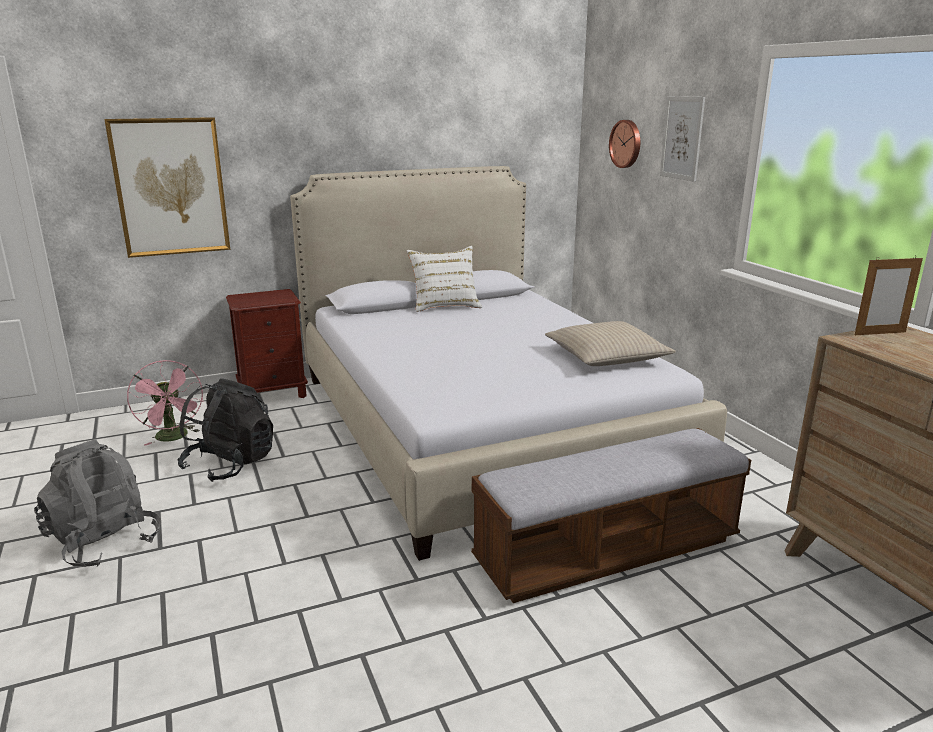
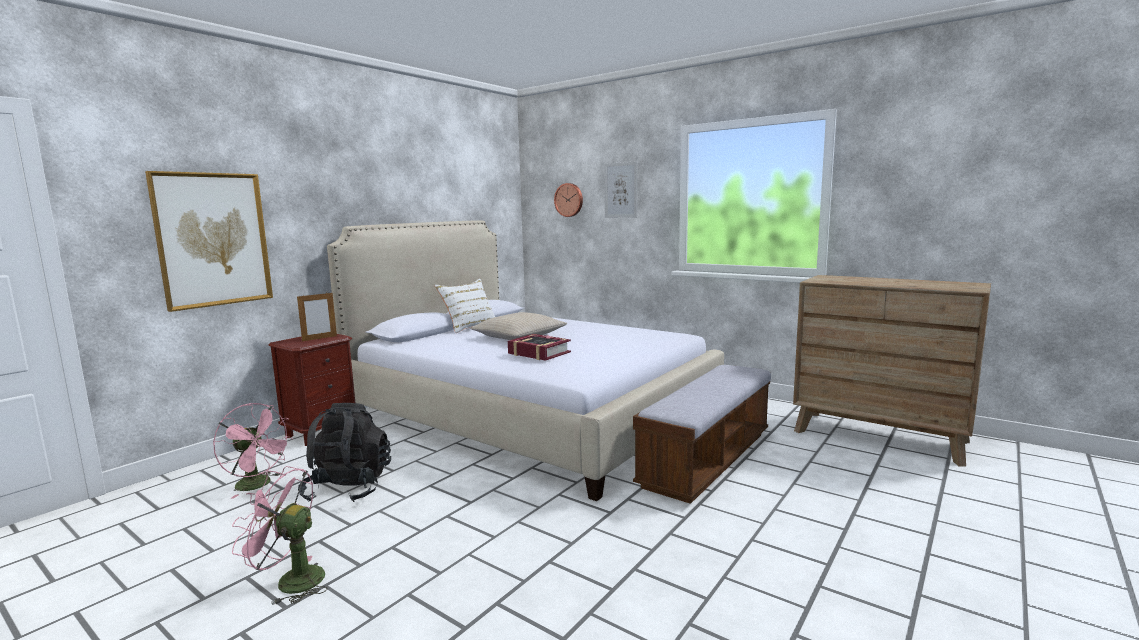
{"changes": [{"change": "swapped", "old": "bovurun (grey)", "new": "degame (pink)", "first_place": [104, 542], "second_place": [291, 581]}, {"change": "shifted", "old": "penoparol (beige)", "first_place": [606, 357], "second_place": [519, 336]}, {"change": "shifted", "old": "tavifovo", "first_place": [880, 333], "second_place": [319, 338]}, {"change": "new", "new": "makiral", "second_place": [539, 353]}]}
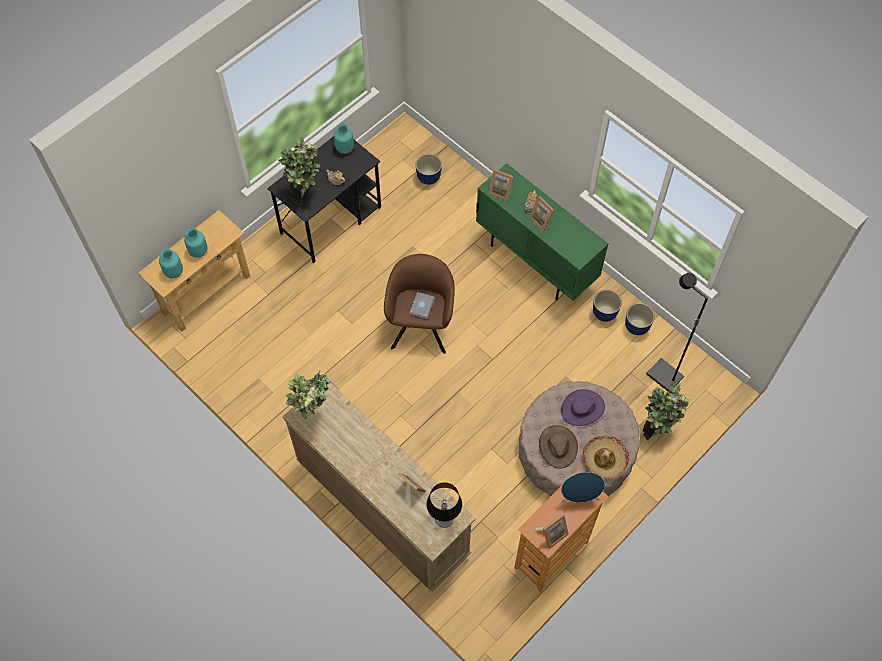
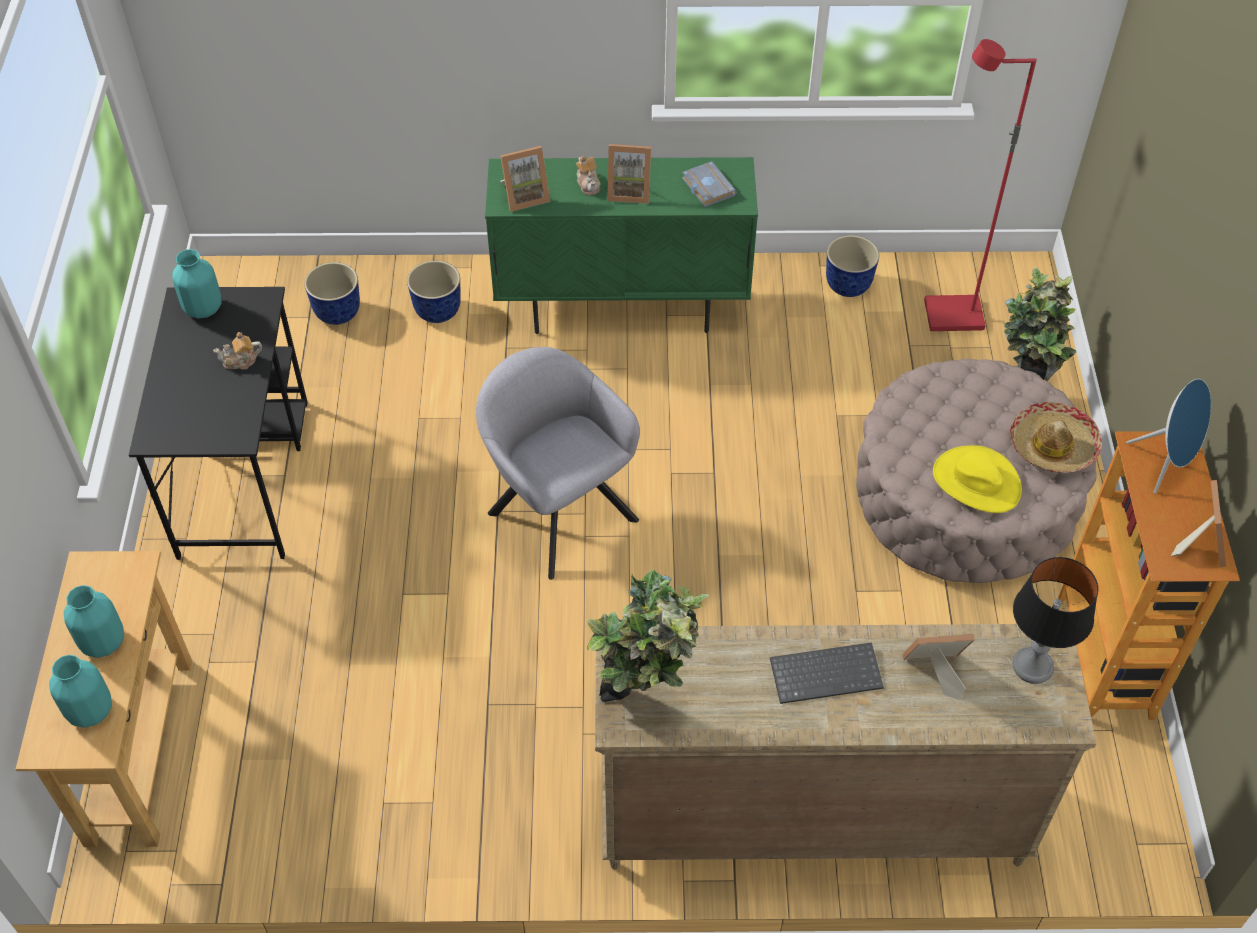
{"changes": [{"change": "gone", "old": "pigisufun", "first_place": [305, 193]}, {"change": "repainted", "old": "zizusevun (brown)", "new": "zizusevun (grey)", "first_place": [421, 325], "second_place": [558, 510]}, {"change": "shifted", "old": "makiral (grey)", "first_place": [421, 306], "second_place": [706, 187]}, {"change": "repainted", "old": "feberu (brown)", "new": "feberu (yellow)", "first_place": [557, 446], "second_place": [976, 482]}, {"change": "gone", "old": "feberu (purple)", "first_place": [582, 408]}, {"change": "shifted", "old": "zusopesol", "first_place": [605, 313], "second_place": [438, 311]}, {"change": "repainted", "old": "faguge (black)", "new": "faguge (red)", "first_place": [663, 376], "second_place": [953, 317]}, {"change": "new", "new": "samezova", "second_place": [826, 672]}]}
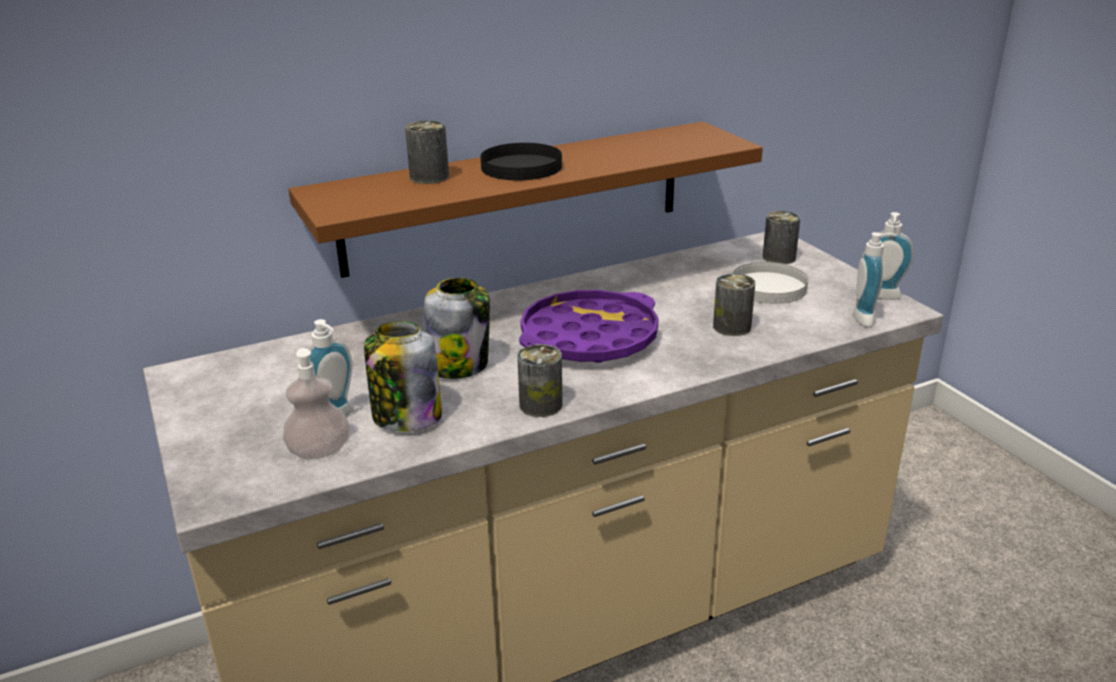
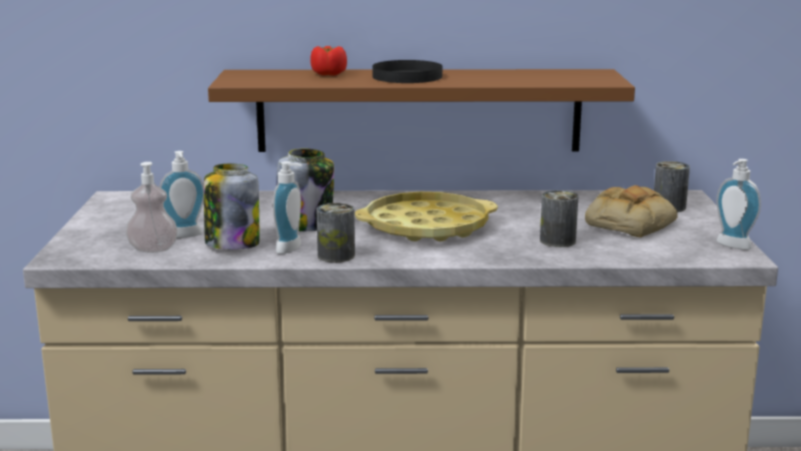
{"changes": [{"change": "swapped", "old": "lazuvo", "new": "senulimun", "first_place": [429, 177], "second_place": [328, 74]}, {"change": "repainted", "old": "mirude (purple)", "new": "mirude (yellow)", "first_place": [589, 338], "second_place": [426, 227]}, {"change": "swapped", "old": "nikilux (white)", "new": "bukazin", "first_place": [768, 287], "second_place": [629, 223]}, {"change": "shifted", "old": "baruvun", "first_place": [868, 318], "second_place": [292, 249]}]}
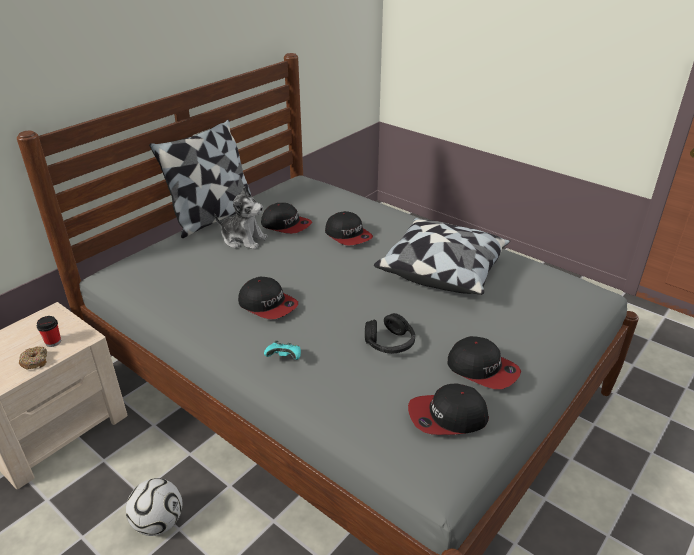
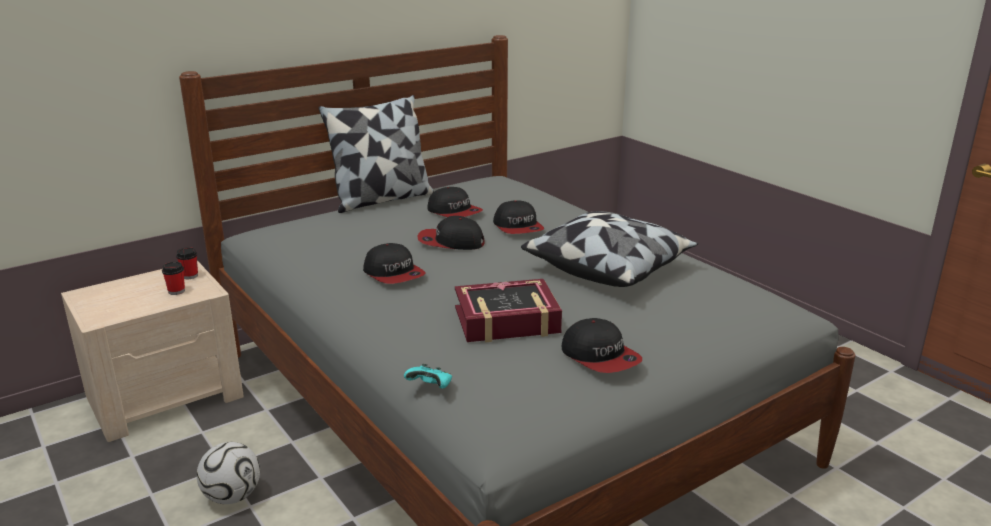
{"changes": [{"change": "gone", "old": "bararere", "first_place": [35, 361]}, {"change": "gone", "old": "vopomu", "first_place": [243, 239]}, {"change": "shifted", "old": "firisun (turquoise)", "first_place": [284, 358], "second_place": [431, 387]}, {"change": "swapped", "old": "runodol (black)", "new": "makiral", "first_place": [389, 343], "second_place": [507, 321]}, {"change": "shifted", "old": "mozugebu", "first_place": [447, 416], "second_place": [450, 242]}, {"change": "new", "new": "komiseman", "second_place": [190, 276]}]}
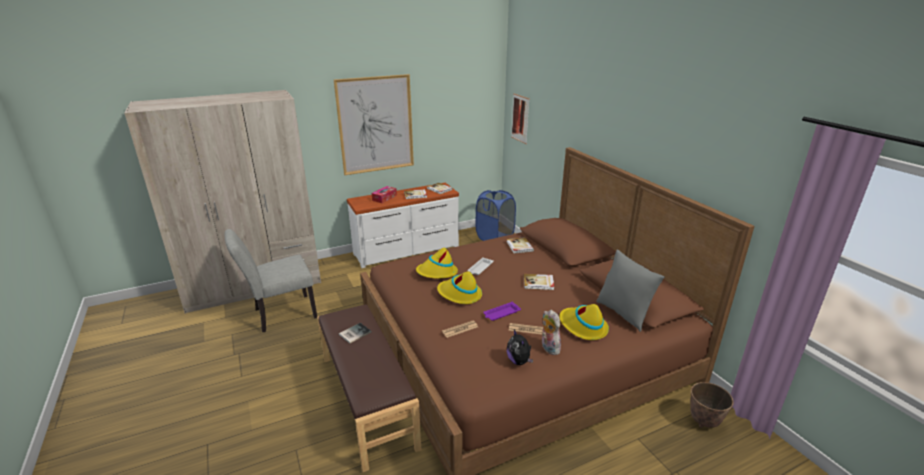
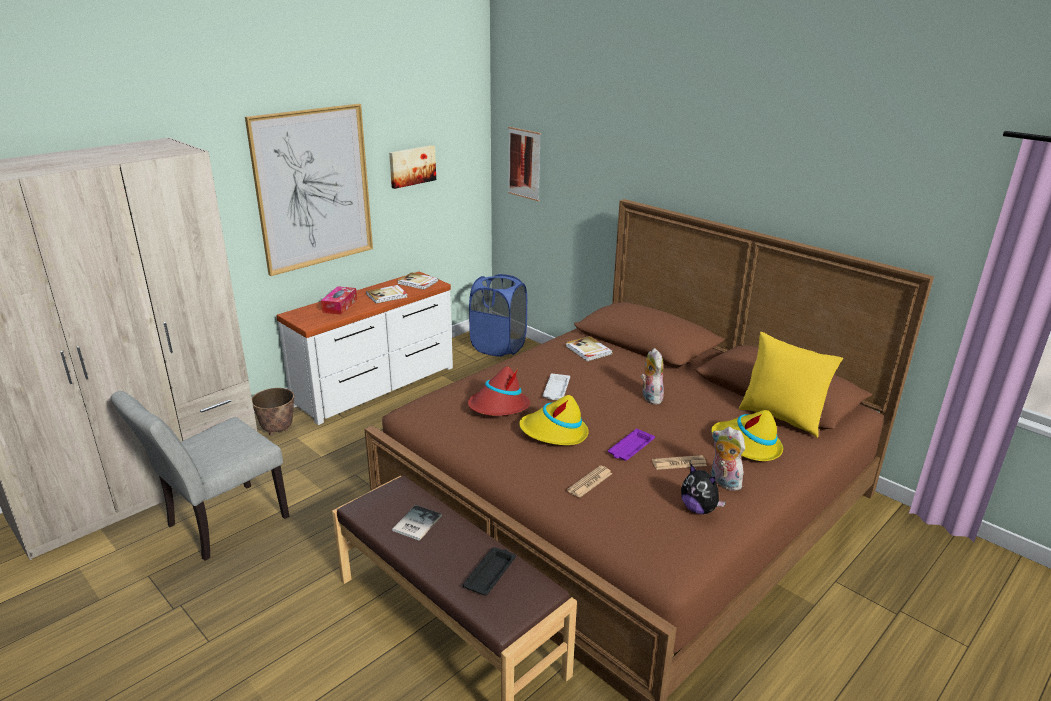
{"changes": [{"change": "repainted", "old": "feberu (yellow)", "new": "feberu (red)", "first_place": [437, 273], "second_place": [498, 407]}, {"change": "swapped", "old": "makiral", "new": "vopomu", "first_place": [538, 283], "second_place": [650, 397]}, {"change": "repainted", "old": "penoparol (grey)", "new": "penoparol (yellow)", "first_place": [623, 313], "second_place": [781, 418]}, {"change": "shifted", "old": "zusopesol", "first_place": [704, 421], "second_place": [277, 430]}, {"change": "new", "new": "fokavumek", "second_place": [412, 166]}, {"change": "new", "new": "mirude (black)", "second_place": [490, 574]}]}
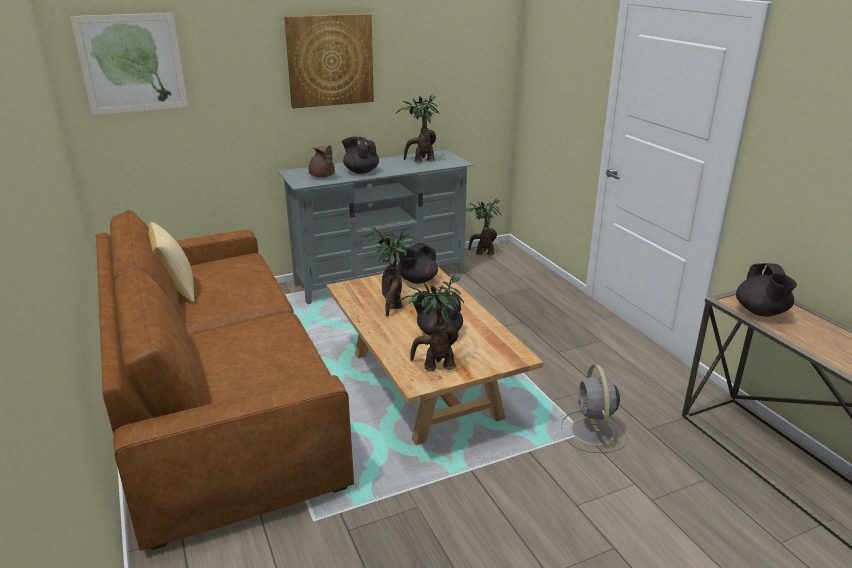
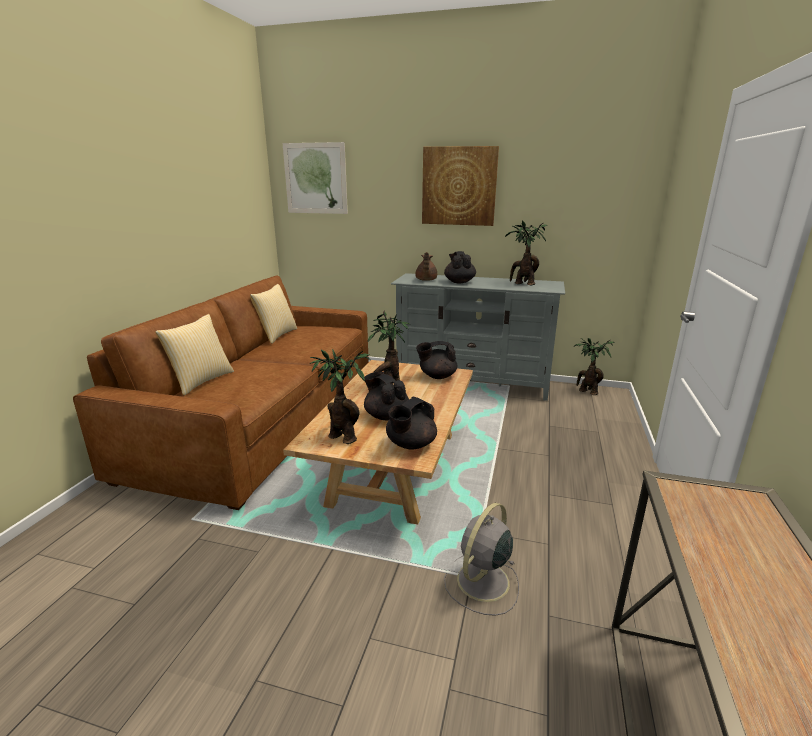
{"changes": [{"change": "shifted", "old": "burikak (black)", "first_place": [761, 312], "second_place": [410, 445]}, {"change": "new", "new": "penoparol", "second_place": [201, 381]}]}
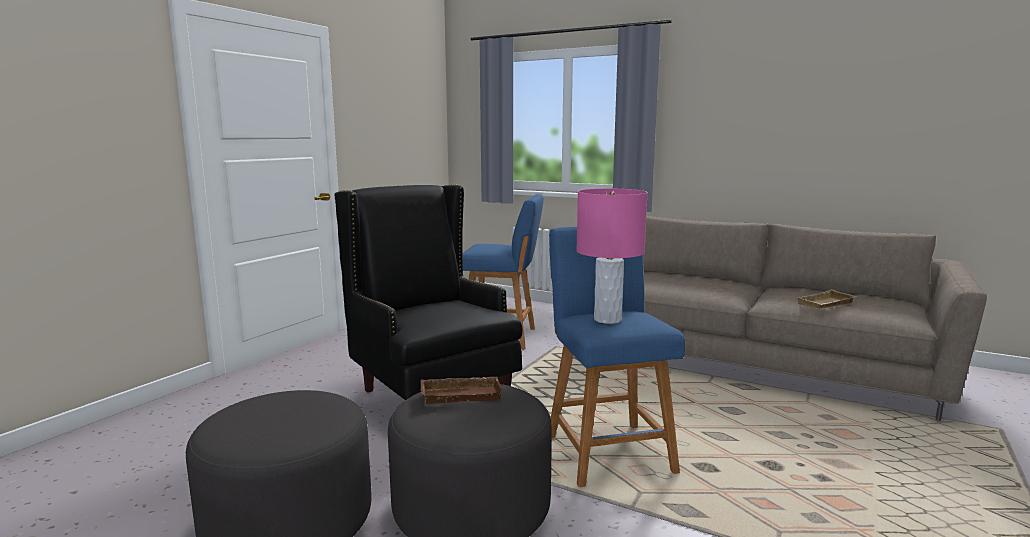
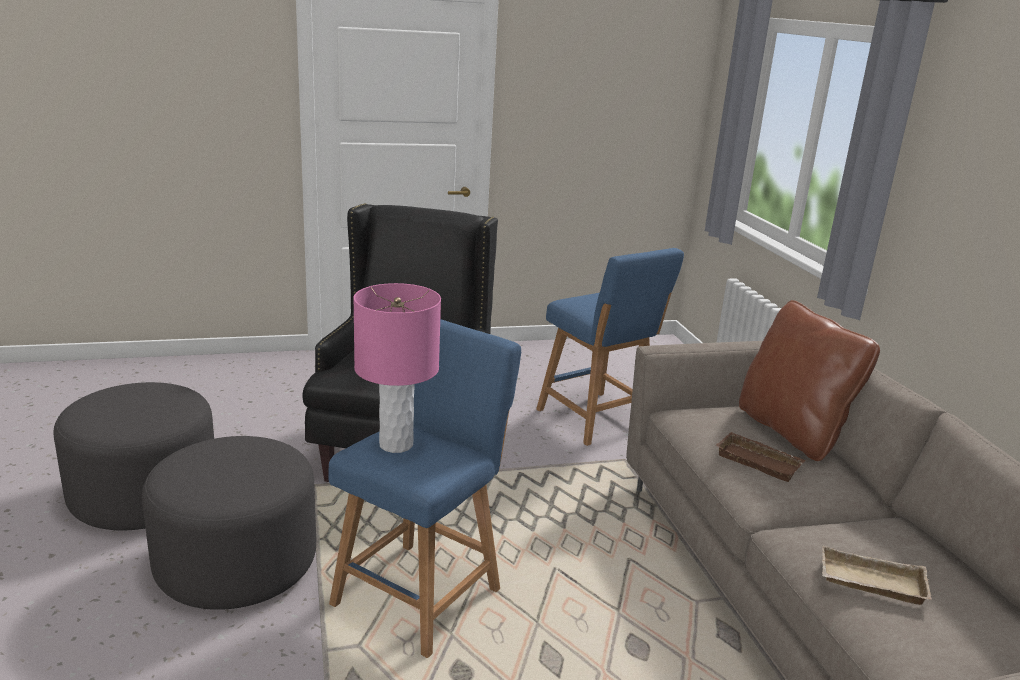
{"changes": [{"change": "shifted", "old": "mirude (brown)", "first_place": [462, 394], "second_place": [760, 461]}, {"change": "new", "new": "penoparol (brown)", "second_place": [792, 431]}]}
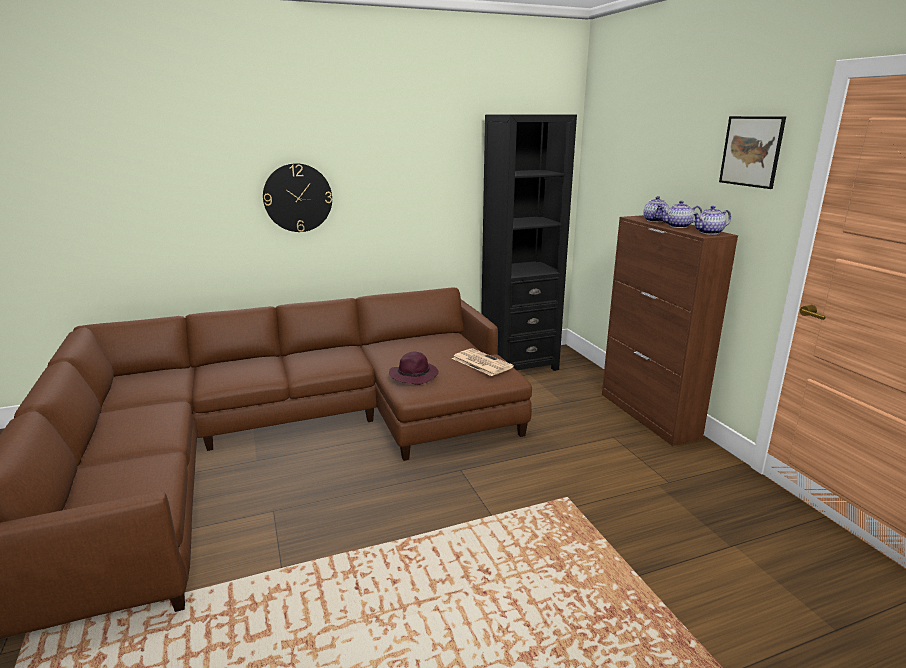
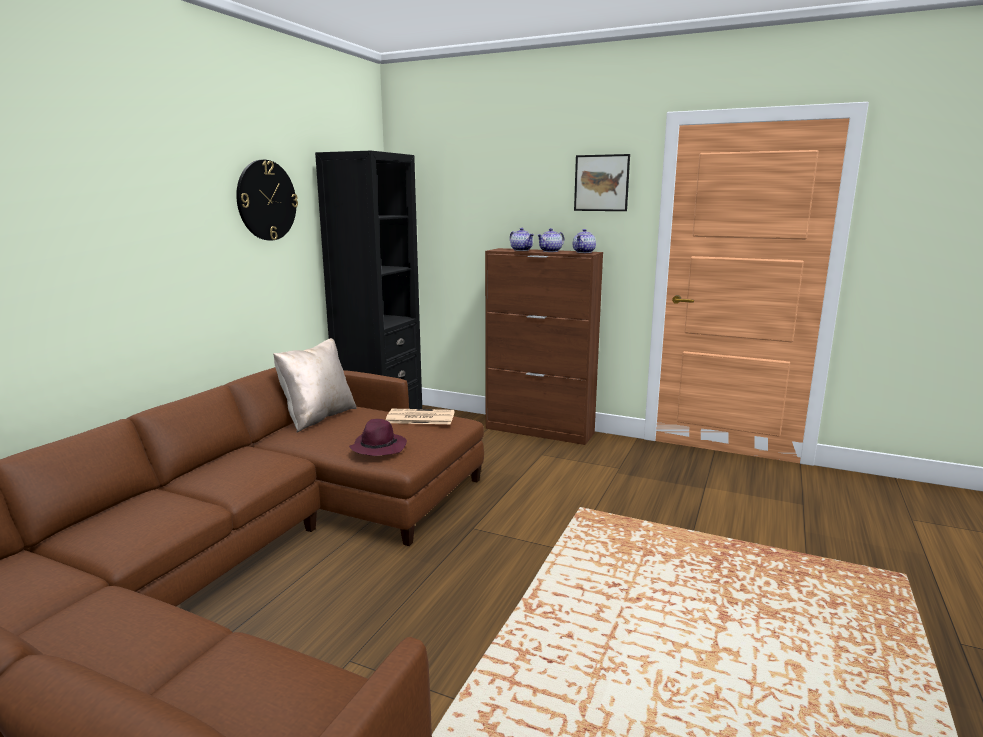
{"changes": [{"change": "shifted", "old": "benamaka", "first_place": [298, 198], "second_place": [266, 200]}, {"change": "new", "new": "penoparol (beige)", "second_place": [318, 417]}]}
